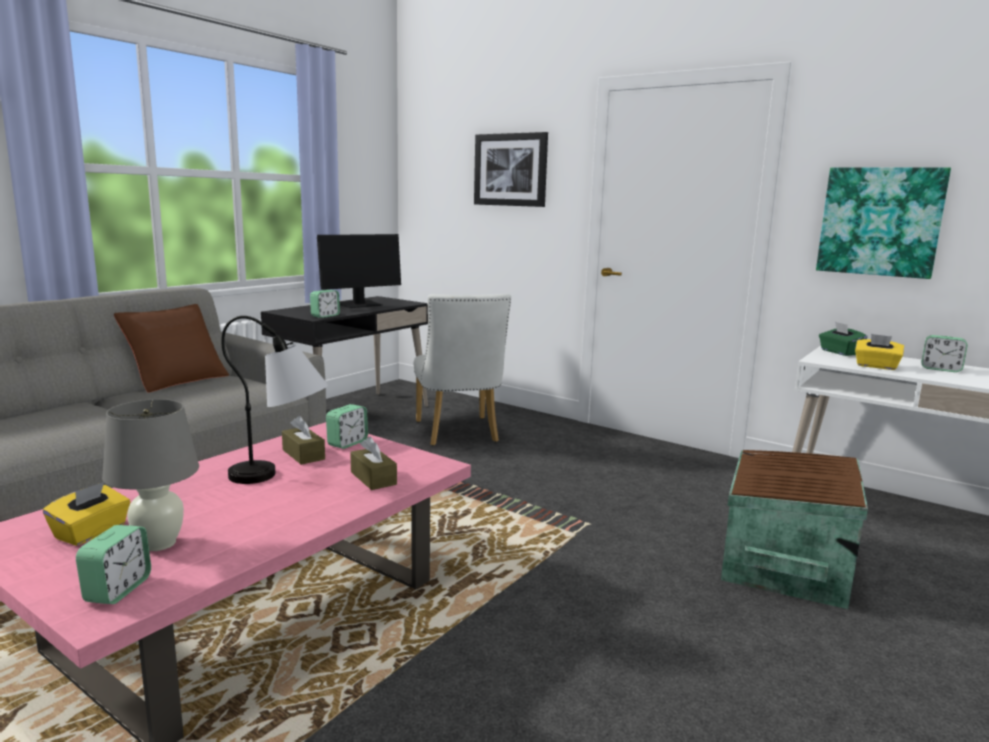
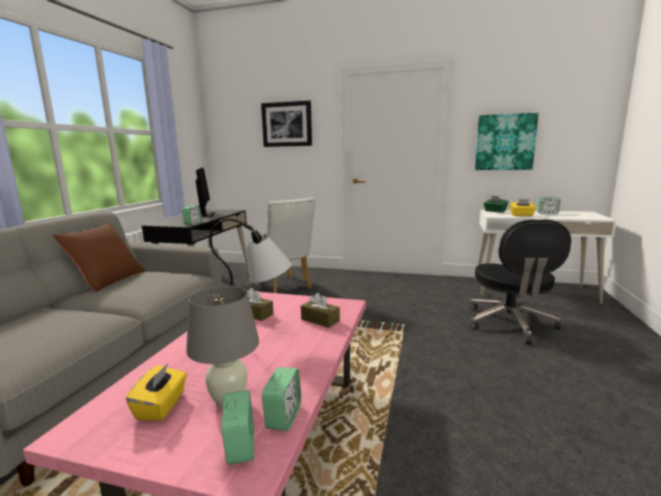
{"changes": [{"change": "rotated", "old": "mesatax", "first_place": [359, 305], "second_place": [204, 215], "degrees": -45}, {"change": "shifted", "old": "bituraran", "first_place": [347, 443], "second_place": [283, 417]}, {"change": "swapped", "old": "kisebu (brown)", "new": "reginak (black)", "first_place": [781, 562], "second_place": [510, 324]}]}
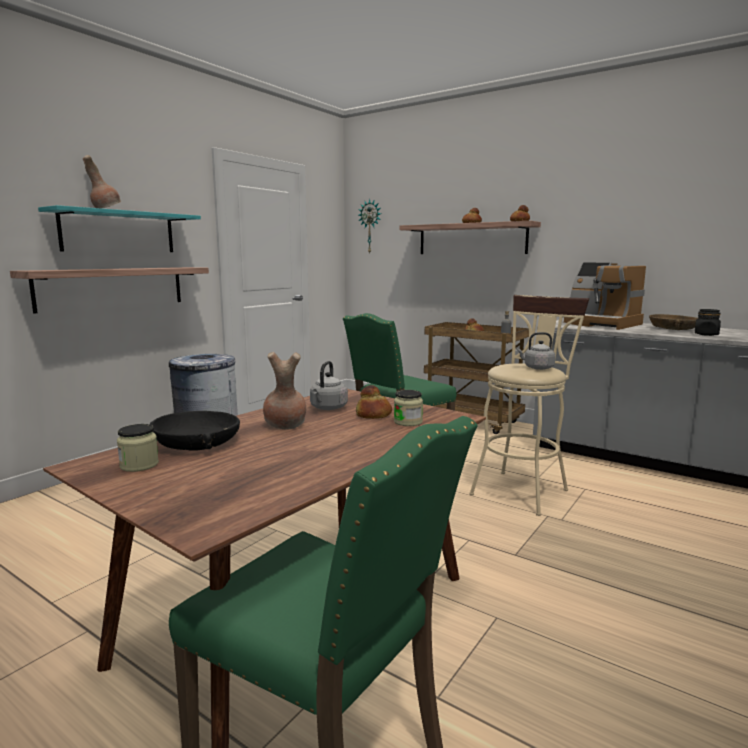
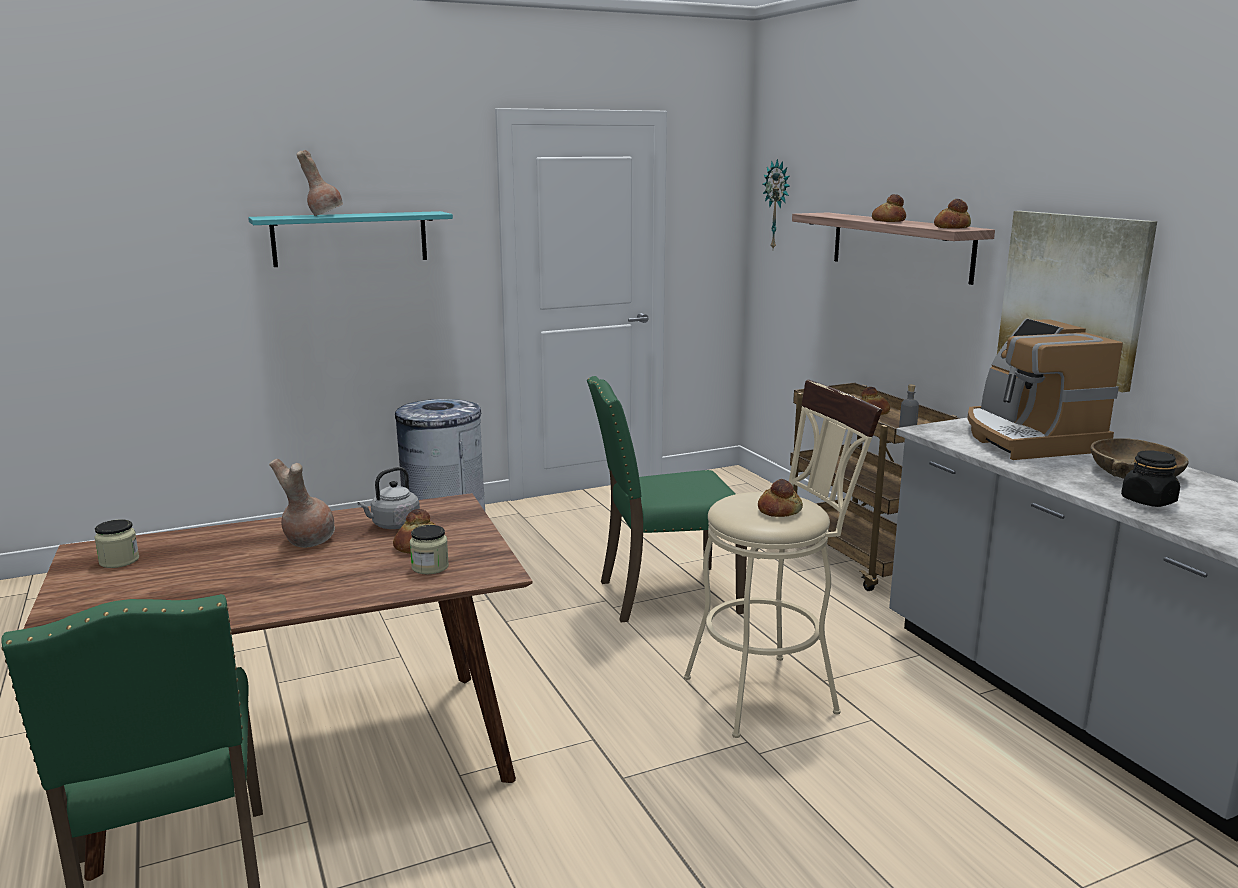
{"changes": [{"change": "gone", "old": "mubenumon", "first_place": [112, 288]}, {"change": "gone", "old": "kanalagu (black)", "first_place": [197, 442]}, {"change": "swapped", "old": "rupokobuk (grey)", "new": "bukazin", "first_place": [537, 368], "second_place": [779, 510]}, {"change": "new", "new": "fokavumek", "second_place": [1072, 296]}]}
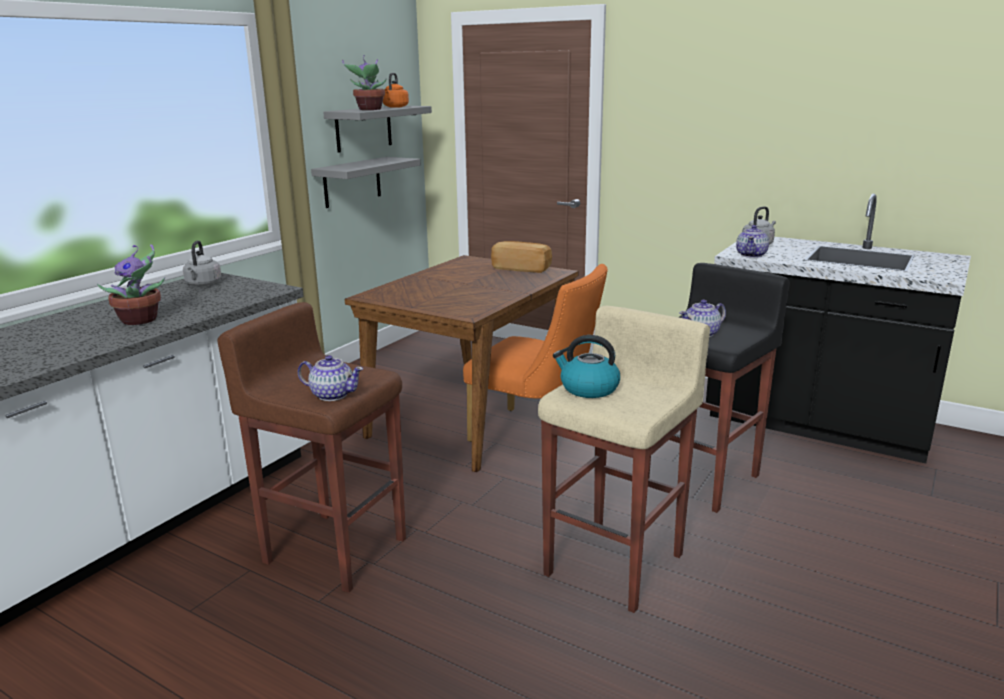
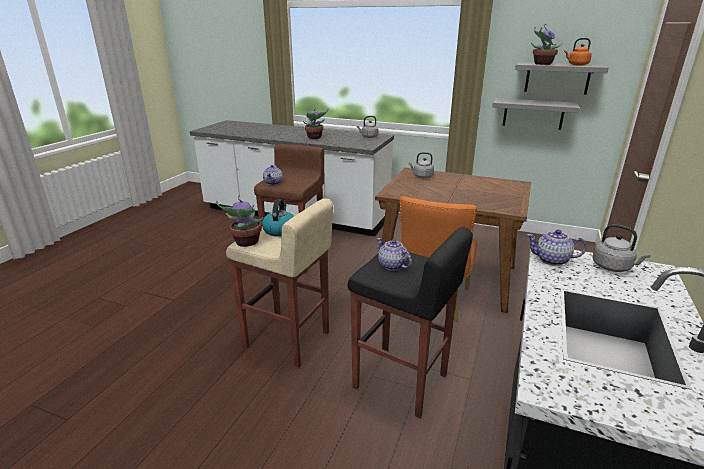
{"changes": [{"change": "gone", "old": "bukazin", "first_place": [522, 268]}, {"change": "new", "new": "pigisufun", "second_place": [246, 242]}, {"change": "new", "new": "rupokobuk (grey)", "second_place": [421, 176]}]}
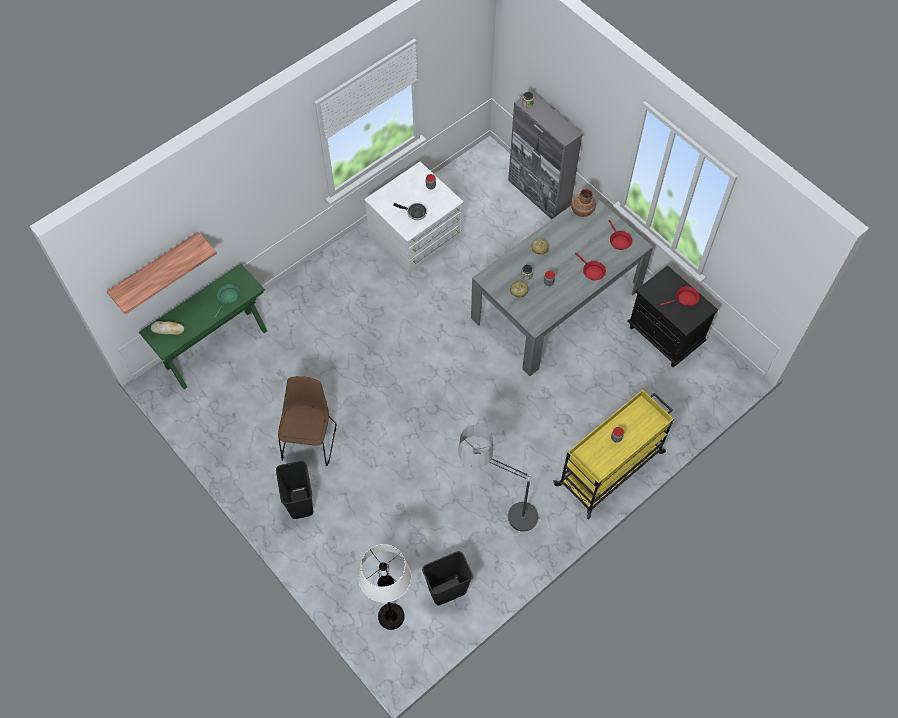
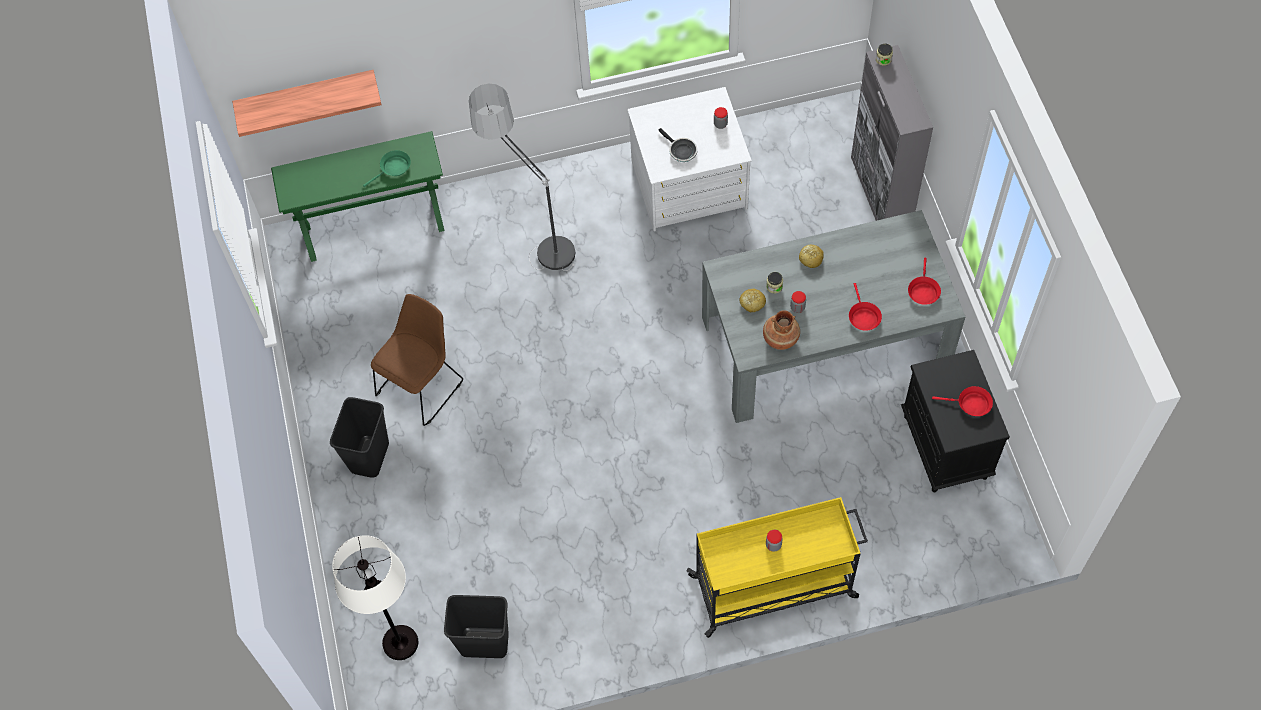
{"changes": [{"change": "gone", "old": "bukazin", "first_place": [168, 329]}, {"change": "shifted", "old": "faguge", "first_place": [498, 512], "second_place": [532, 238]}, {"change": "shifted", "old": "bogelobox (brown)", "first_place": [582, 210], "second_place": [780, 338]}]}
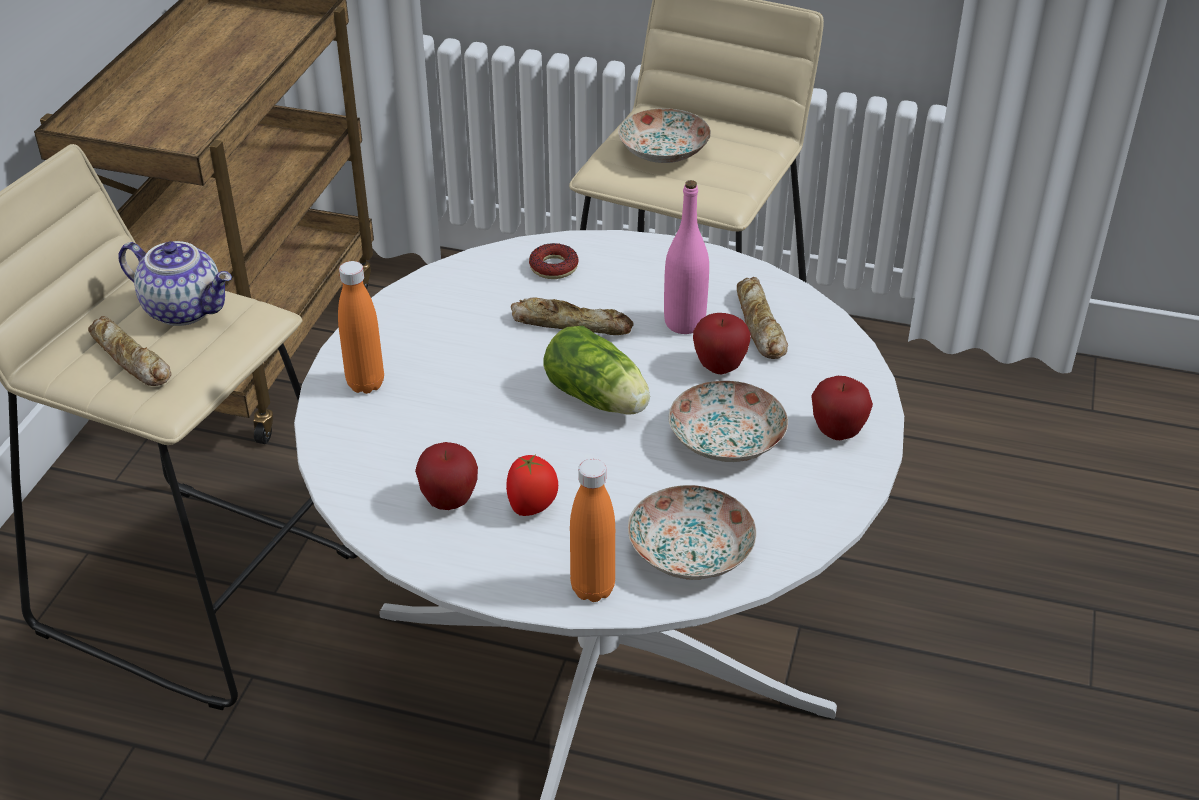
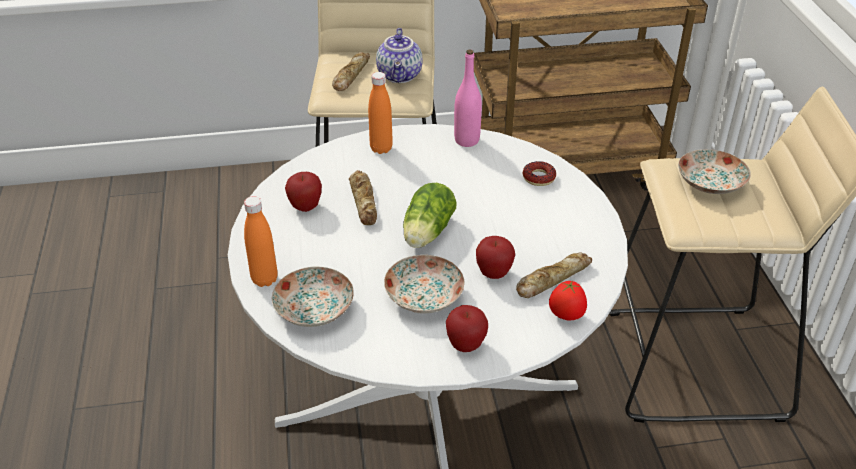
{"changes": [{"change": "shifted", "old": "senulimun", "first_place": [532, 508], "second_place": [566, 316]}, {"change": "shifted", "old": "bukazin", "first_place": [571, 324], "second_place": [364, 202]}, {"change": "shifted", "old": "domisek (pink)", "first_place": [684, 323], "second_place": [466, 140]}]}
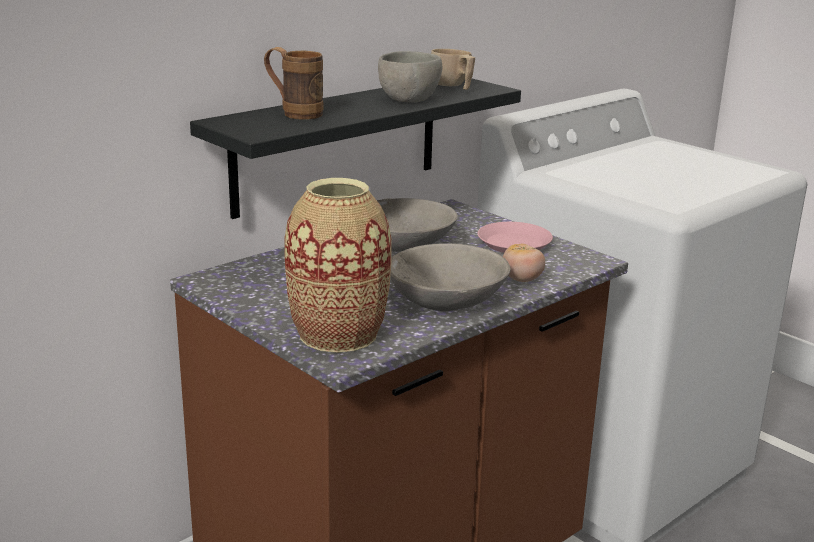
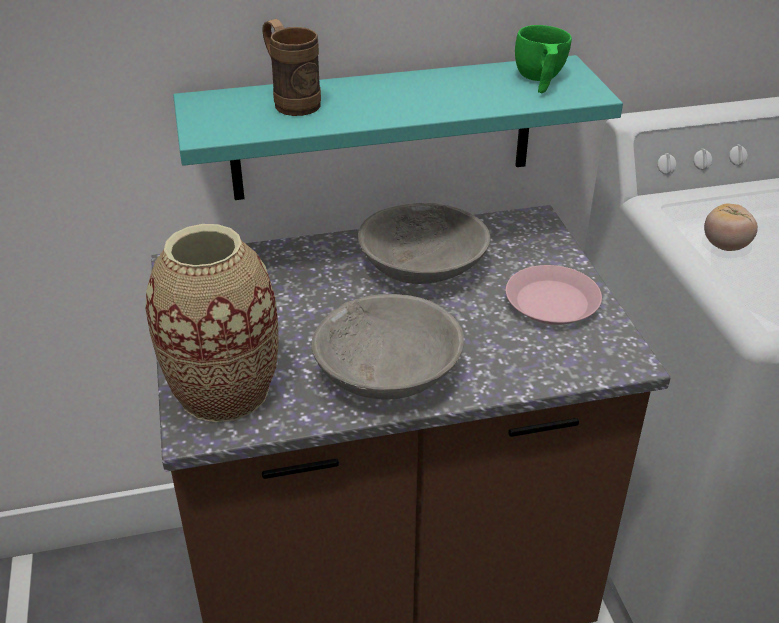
{"changes": [{"change": "repainted", "old": "mubenumon (black)", "new": "mubenumon (turquoise)", "first_place": [337, 144], "second_place": [383, 129]}, {"change": "gone", "old": "kanalagu (grey)", "first_place": [407, 99]}, {"change": "repainted", "old": "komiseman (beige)", "new": "komiseman (green)", "first_place": [453, 86], "second_place": [539, 81]}, {"change": "shifted", "old": "senulimun", "first_place": [522, 280], "second_place": [725, 246]}]}
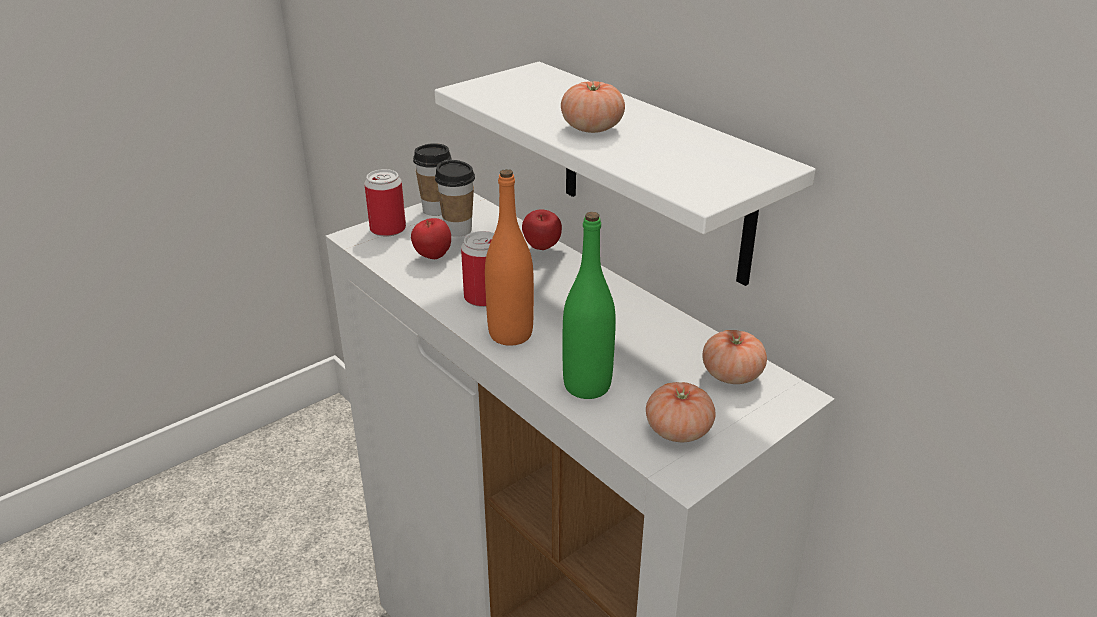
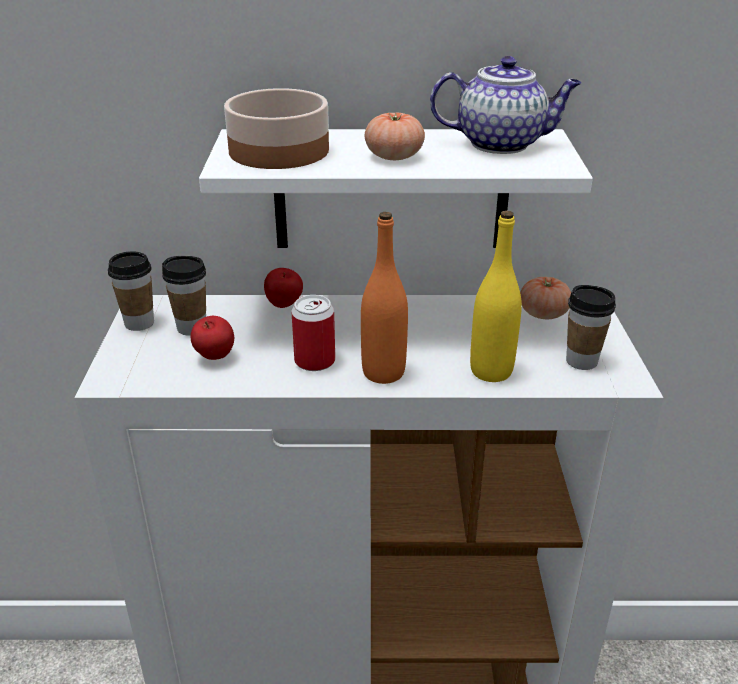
{"changes": [{"change": "gone", "old": "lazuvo", "first_place": [388, 229]}, {"change": "repainted", "old": "domisek (green)", "new": "domisek (yellow)", "first_place": [587, 386], "second_place": [491, 371]}, {"change": "swapped", "old": "senulimun", "new": "komiseman", "first_place": [678, 430], "second_place": [581, 361]}, {"change": "new", "new": "kanalagu", "second_place": [279, 150]}, {"change": "new", "new": "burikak", "second_place": [502, 144]}]}
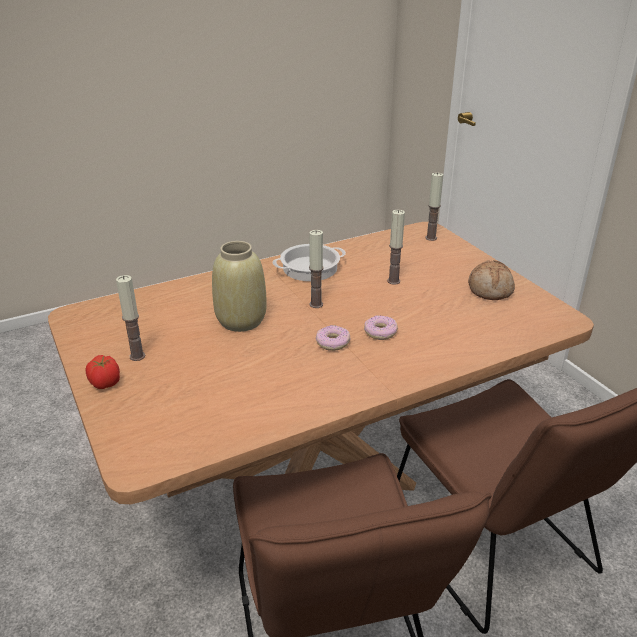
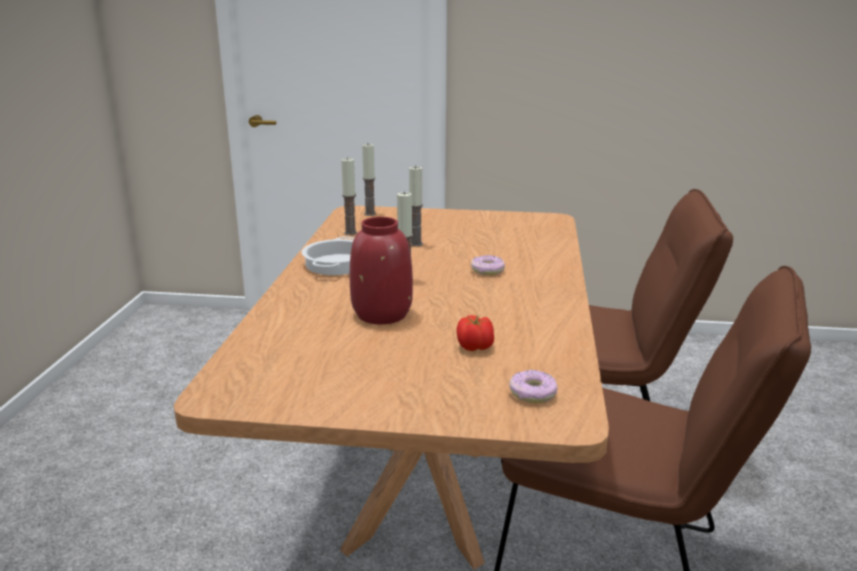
{"changes": [{"change": "shifted", "old": "senulimun", "first_place": [105, 383], "second_place": [475, 347]}, {"change": "shifted", "old": "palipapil", "first_place": [137, 356], "second_place": [350, 233]}, {"change": "repainted", "old": "bogelobox (beige)", "new": "bogelobox (red)", "first_place": [240, 320], "second_place": [381, 314]}, {"change": "shifted", "old": "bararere", "first_place": [332, 342], "second_place": [532, 393]}, {"change": "gone", "old": "bukazin", "first_place": [490, 289]}]}
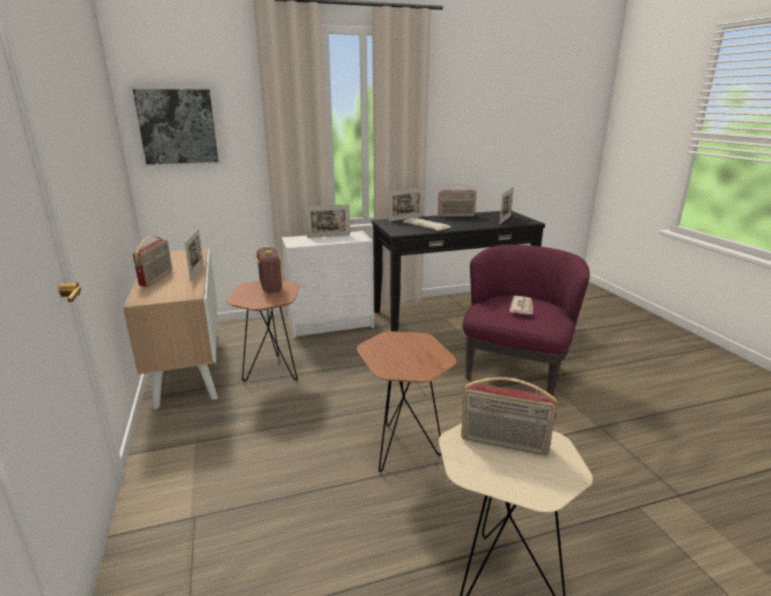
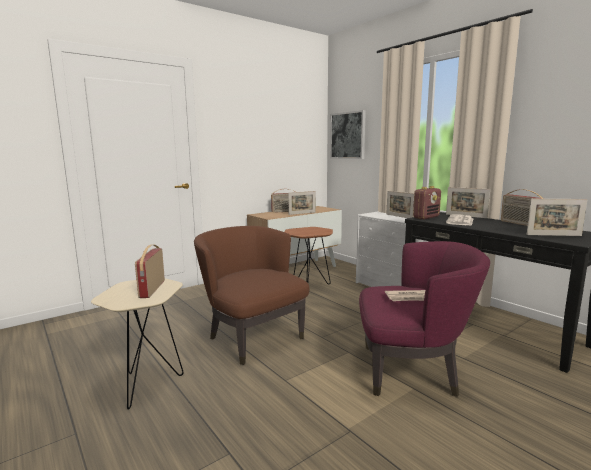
{"changes": [{"change": "shifted", "old": "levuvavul", "first_place": [270, 287], "second_place": [426, 217]}, {"change": "swapped", "old": "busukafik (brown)", "new": "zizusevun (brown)", "first_place": [403, 451], "second_place": [253, 338]}]}
